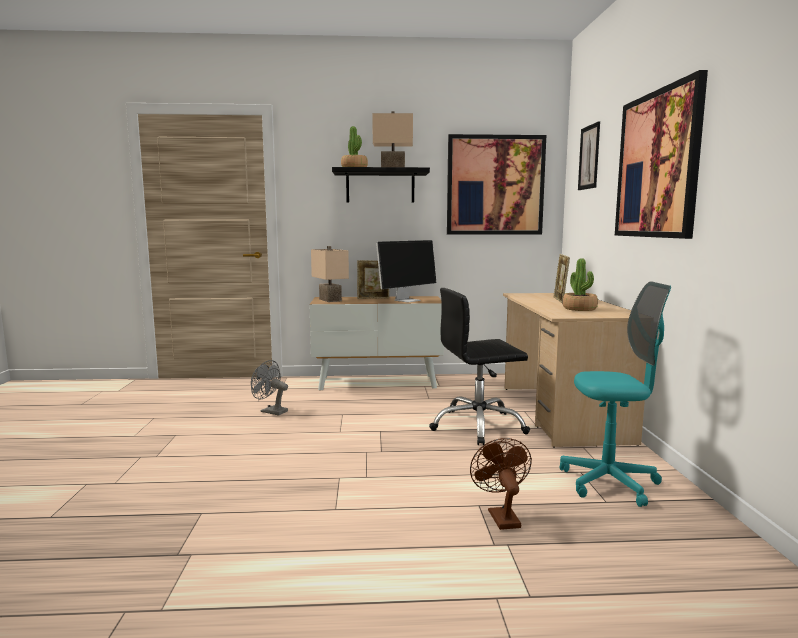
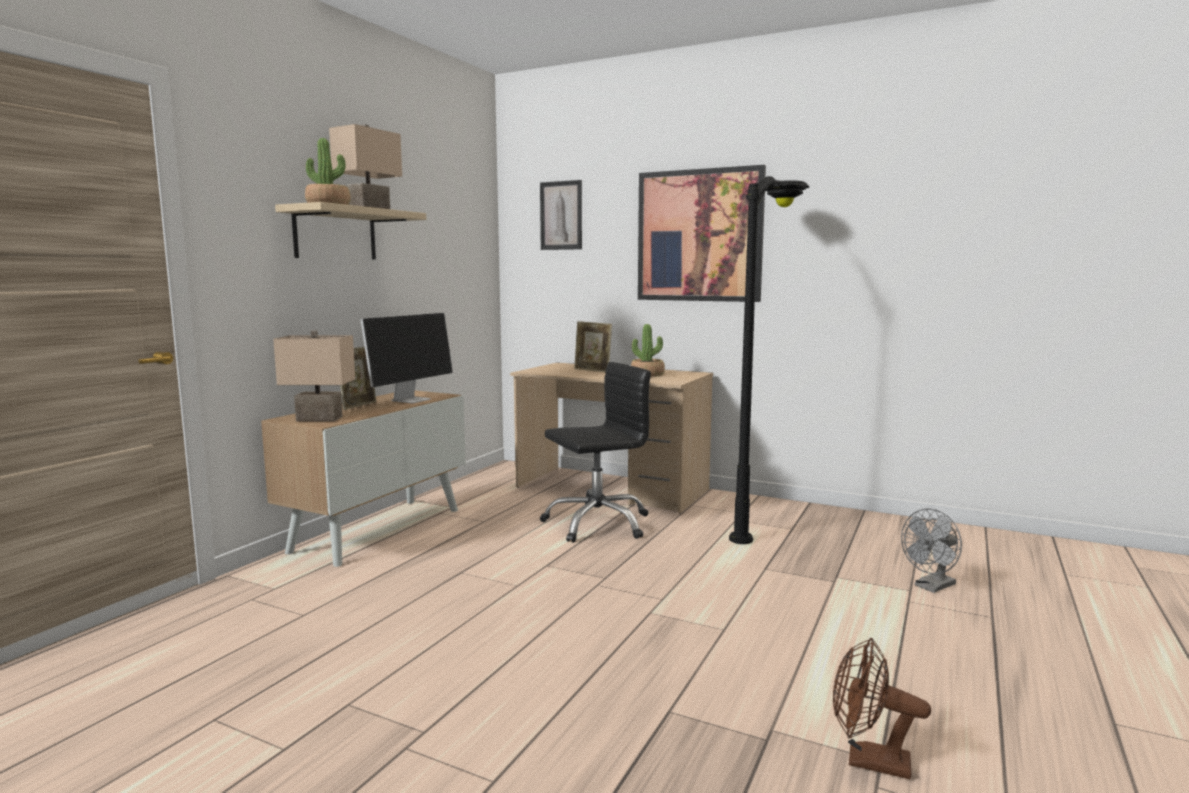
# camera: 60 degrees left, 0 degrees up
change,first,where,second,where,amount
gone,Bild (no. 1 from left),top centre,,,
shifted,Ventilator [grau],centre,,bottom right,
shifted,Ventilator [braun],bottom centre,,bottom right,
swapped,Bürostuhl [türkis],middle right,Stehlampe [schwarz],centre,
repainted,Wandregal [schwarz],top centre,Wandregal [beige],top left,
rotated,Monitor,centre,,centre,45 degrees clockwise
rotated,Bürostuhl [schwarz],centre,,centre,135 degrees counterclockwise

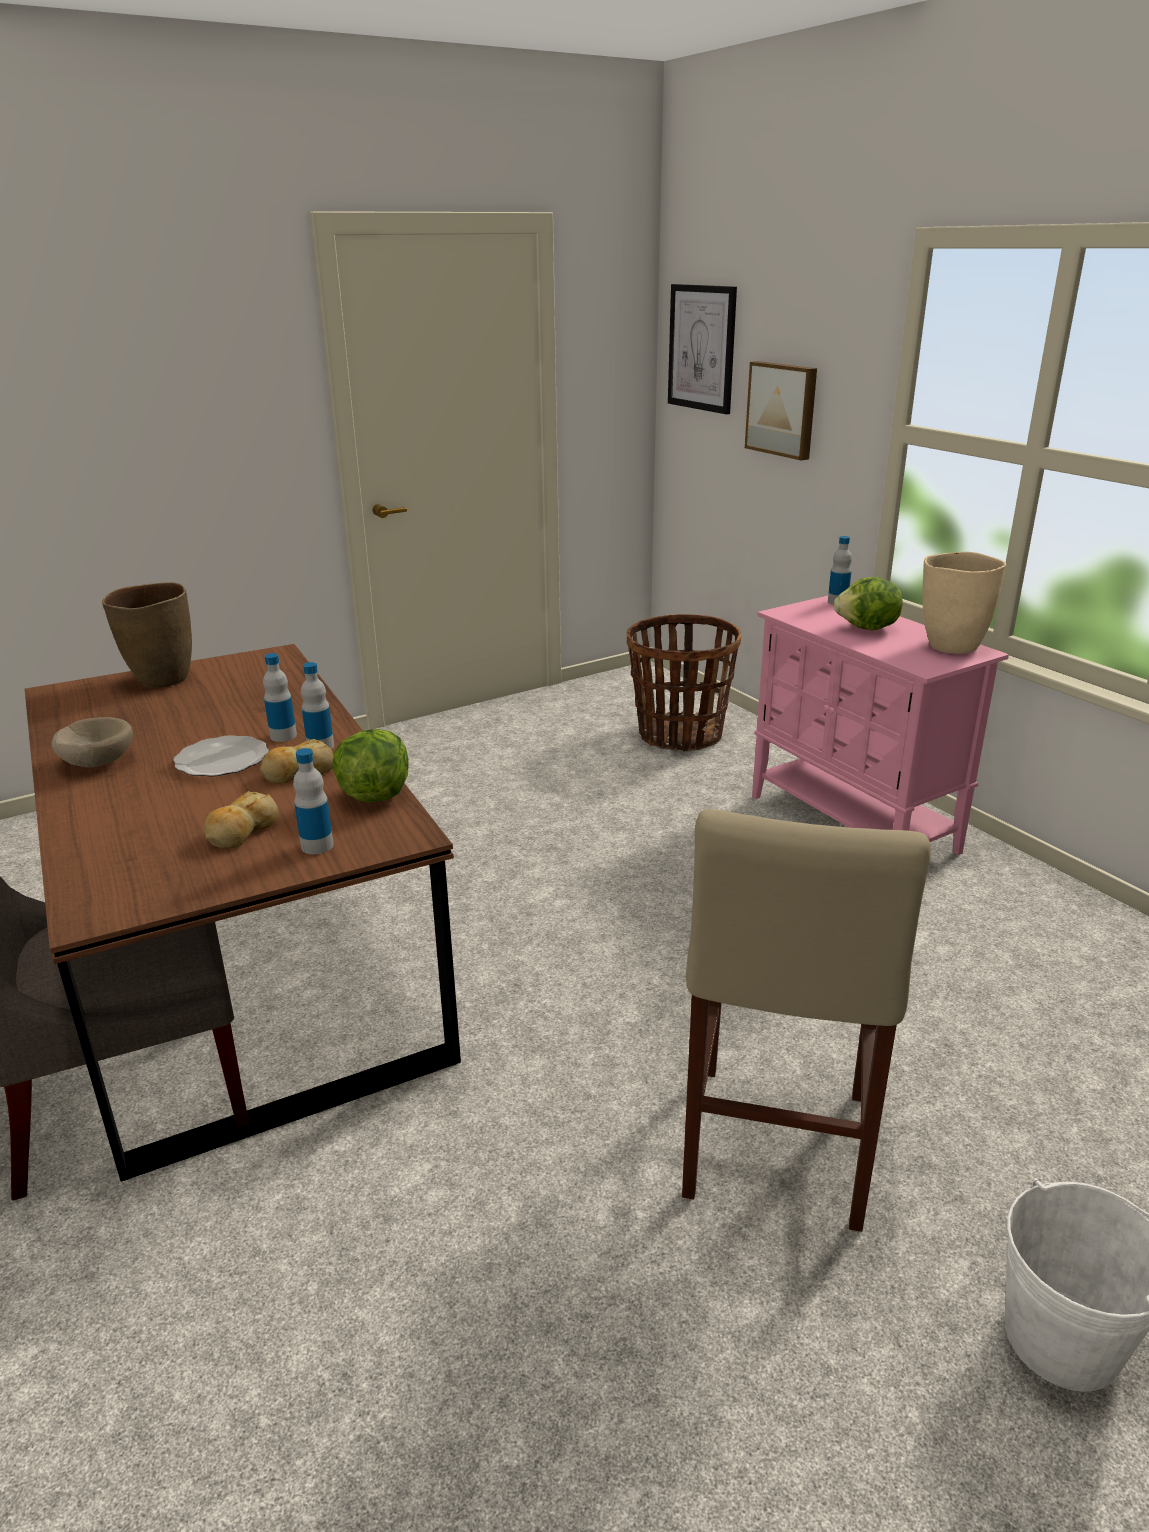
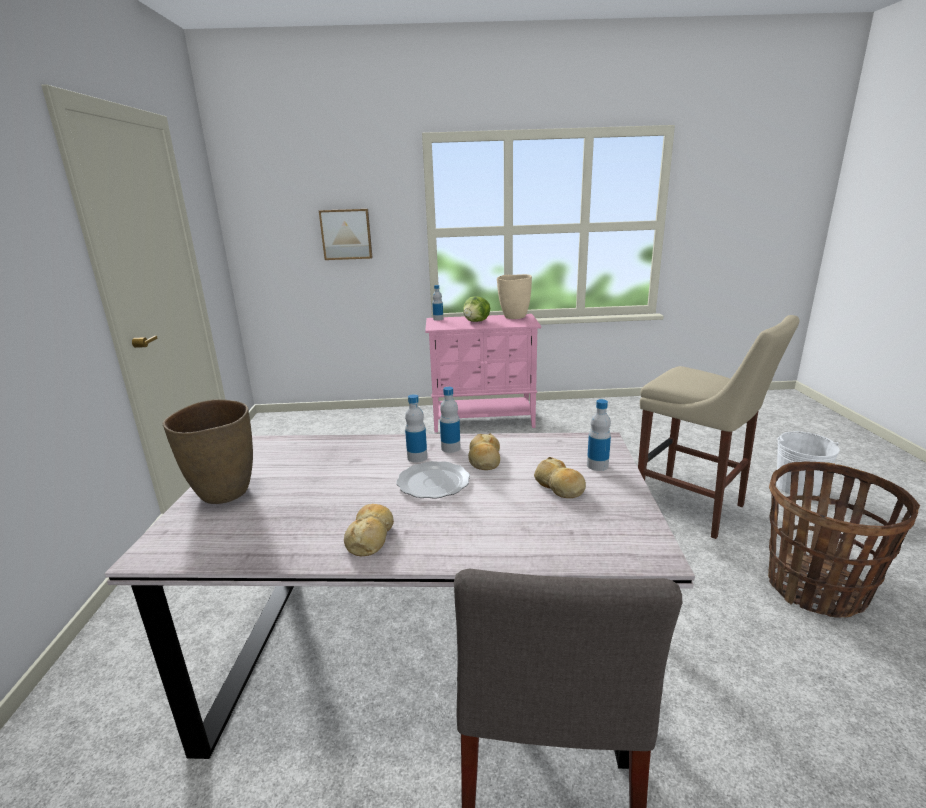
# camera: 60 degrees left, 5 degrees down
change,first,where,second,where,amount
gone,Salatkopf (no. 1 from left),middle left,,,
gone,Bild (no. 1 from left),top centre,,,
shifted,Korb,centre,,bottom right,
swapped,Schüssel [beige],middle left,Brot (no. 1 from left),centre,
repainted,Esstisch [braun],middle left,Esstisch [grau],bottom centre,

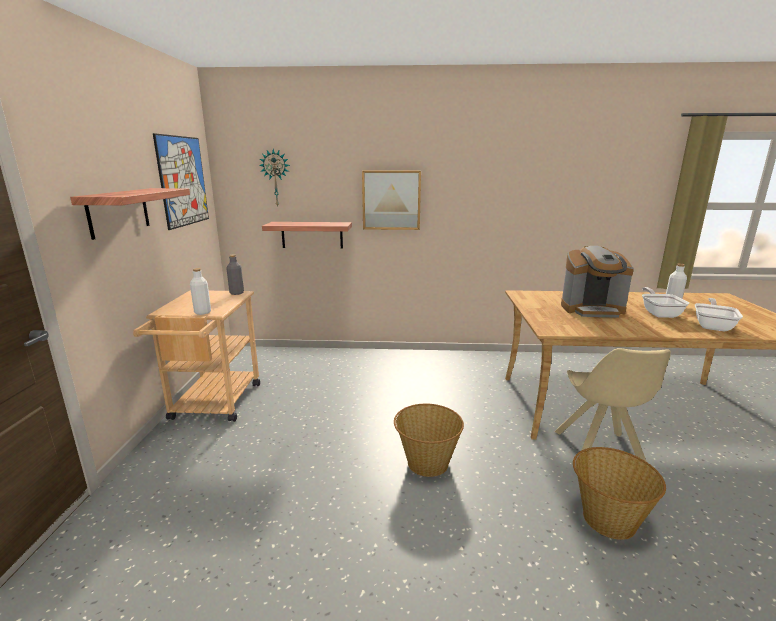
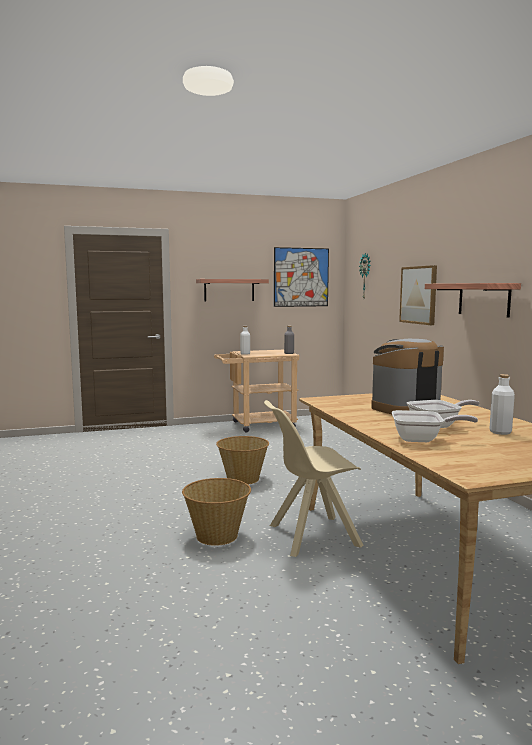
# camera: 70 degrees right, 10 degrees down
change,first,where,second,where,amount
shifted,Wandregal (no. 2 from left),centre,,middle right,
rotated,Kaffeemaschine,middle right,,middle right,75 degrees clockwise

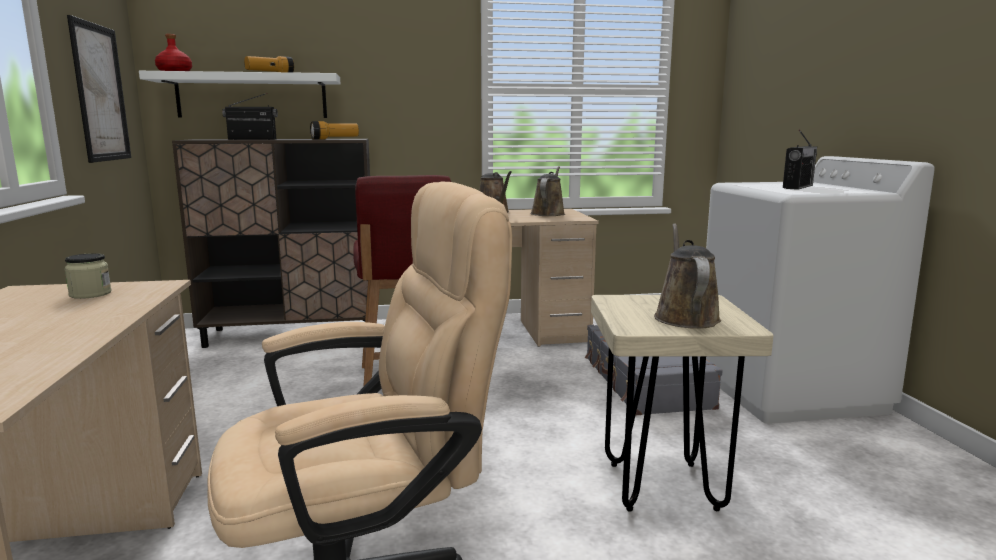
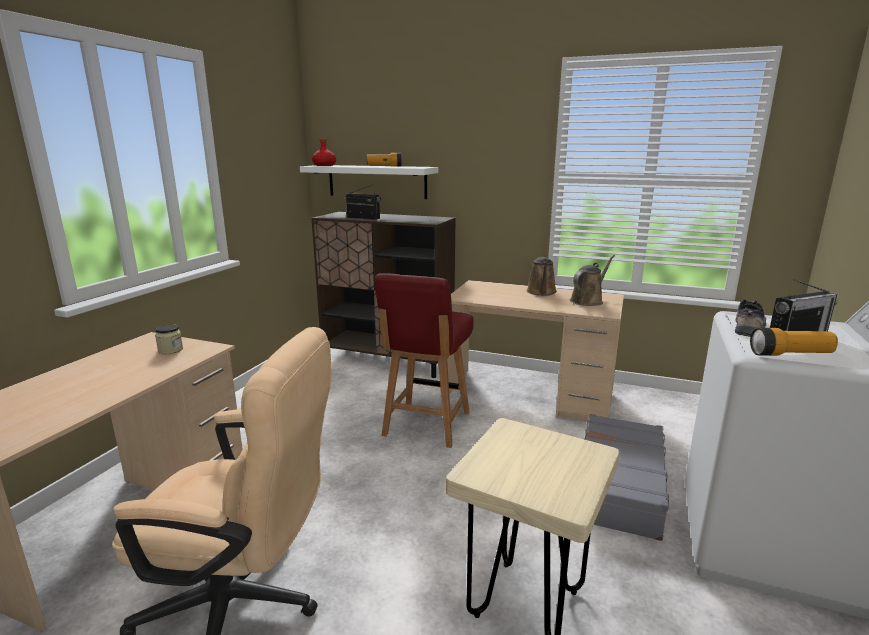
# camera: 30 degrees right, 5 degrees up
change,first,where,second,where,amount
gone,Bild,top left,,,
gone,Gießkanne [braun] (no. 3 from left),middle right,,,
new,,,Schuh,middle right,
shifted,Taschenlampe (no. 2 from left),top centre,,middle right,

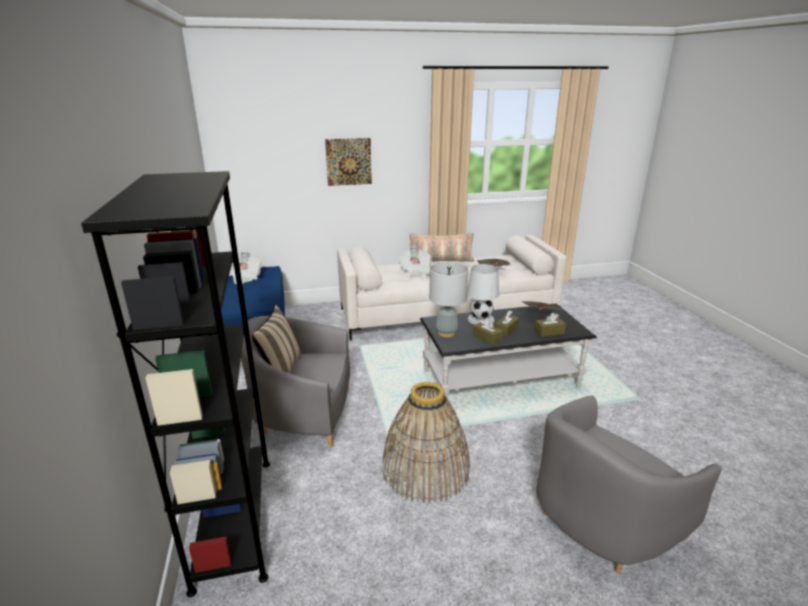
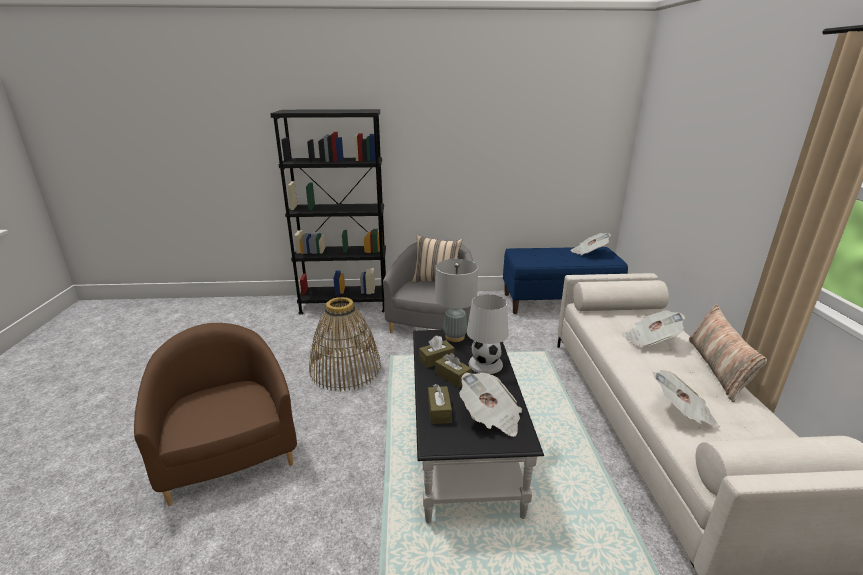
# camera: 100 degrees right, 0 degrees up
change,first,where,second,where,amount
gone,Bild,top centre,,,
repainted,Sessel [grau] (no. 2 from left),bottom right,Sessel [braun],bottom left,

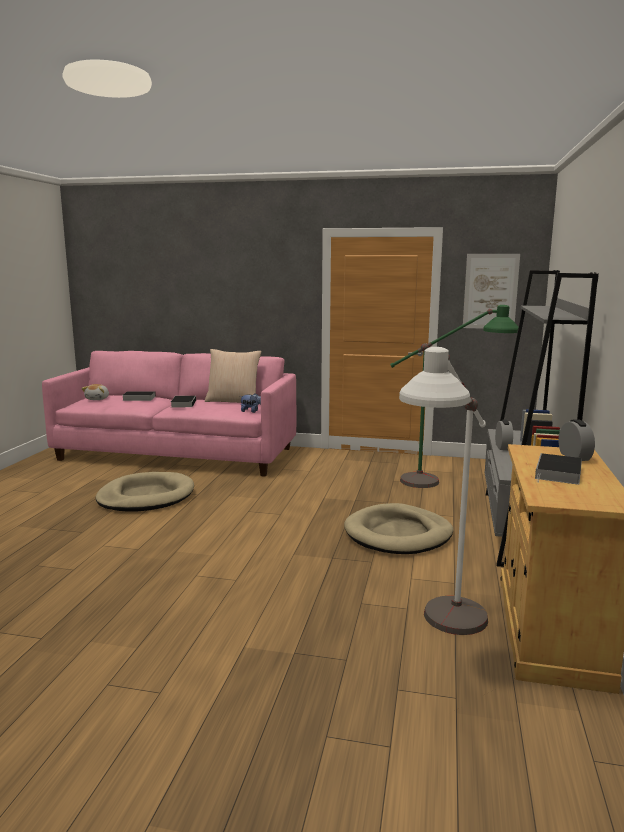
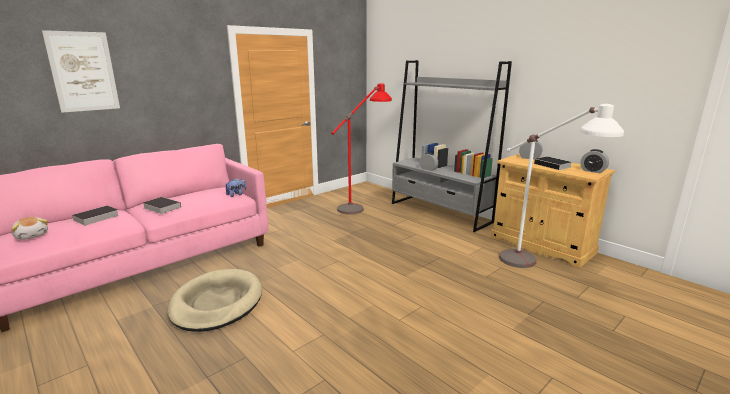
# camera: 55 degrees left, 5 degrees up
change,first,where,second,where,amount
gone,Kissen [beige],centre,,,
gone,Hundebett [beige] (no. 2 from left),centre,,,
new,,,Wecker (no. 3 from left),middle right,
shifted,Bild,middle right,,top left,
repainted,Stehlampe [grün],middle right,Stehlampe [rot],centre,

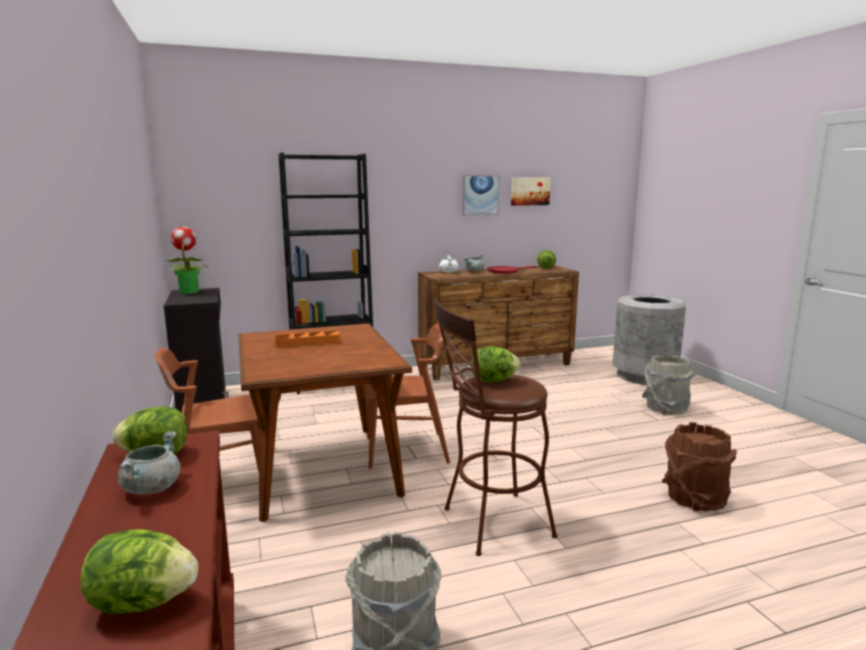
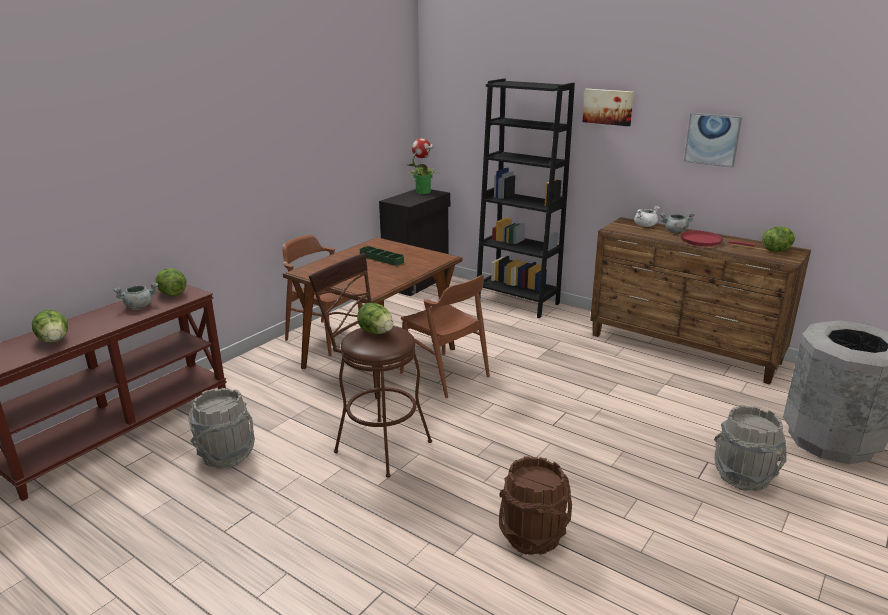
# camera: 55 degrees right, 10 degrees up
change,first,where,second,where,amount
shifted,Bild (no. 2 from left in the first image),top centre,Bild (no. 1 from left),top right,
repainted,Tablett [orange],centre,Tablett [grün],centre,

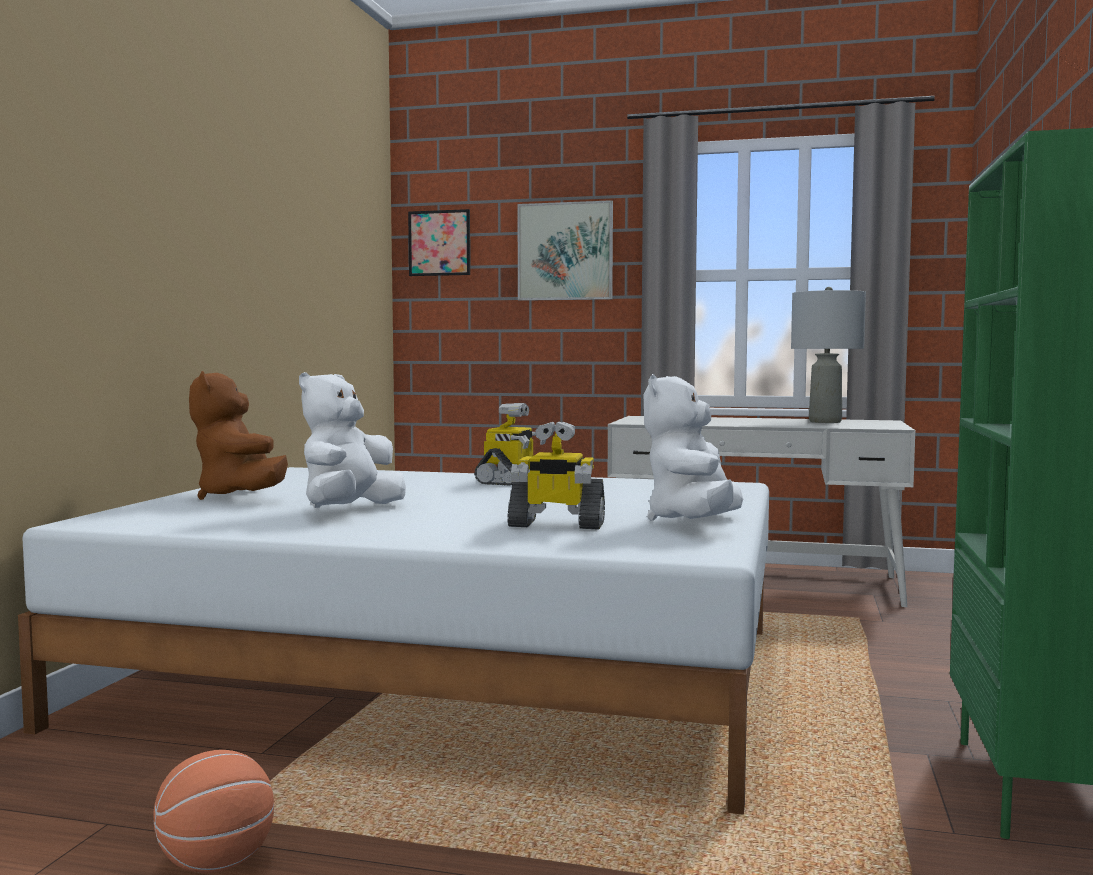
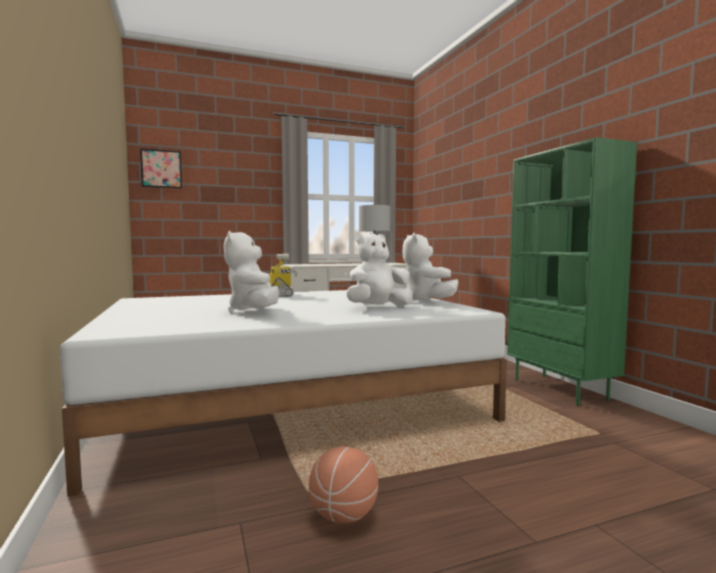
# camera: 35 degrees left, 0 degrees up
change,first,where,second,where,amount
gone,Plüschtier [braun],middle left,,,
gone,Bild (no. 2 from left),top centre,,,
swapped,Spielzeugroboter (no. 2 from left),centre,Plüschtier [weiß] (no. 2 from left),centre,

